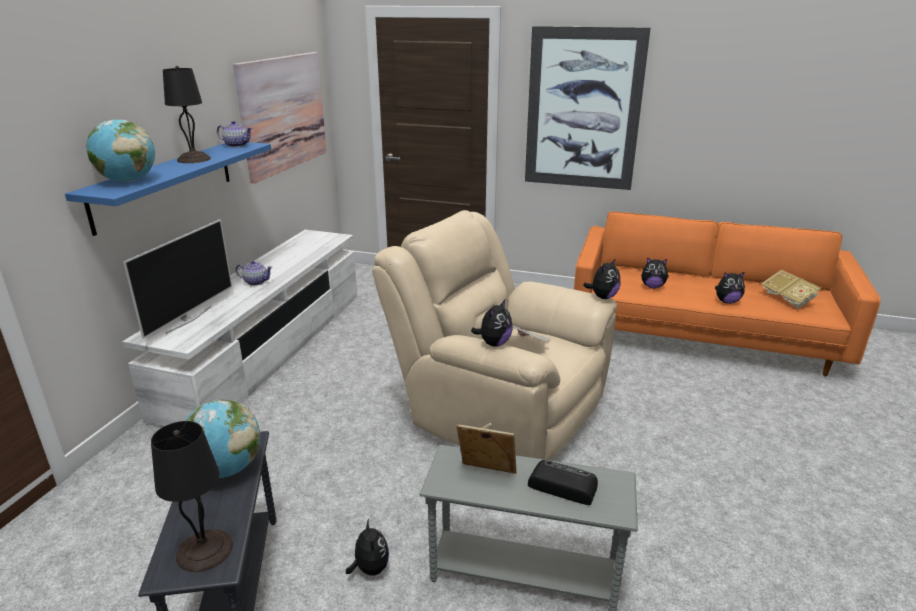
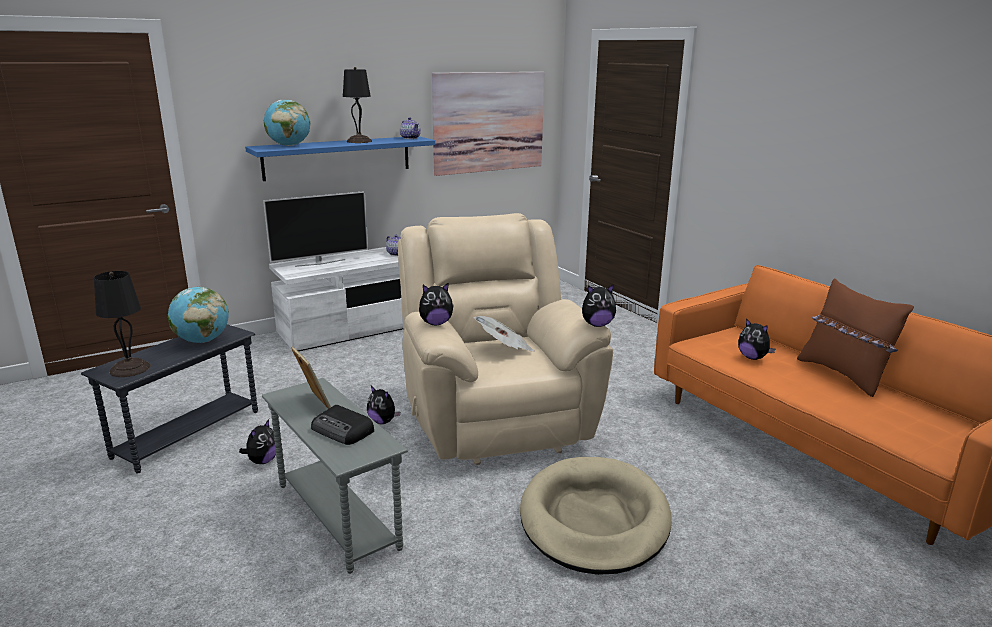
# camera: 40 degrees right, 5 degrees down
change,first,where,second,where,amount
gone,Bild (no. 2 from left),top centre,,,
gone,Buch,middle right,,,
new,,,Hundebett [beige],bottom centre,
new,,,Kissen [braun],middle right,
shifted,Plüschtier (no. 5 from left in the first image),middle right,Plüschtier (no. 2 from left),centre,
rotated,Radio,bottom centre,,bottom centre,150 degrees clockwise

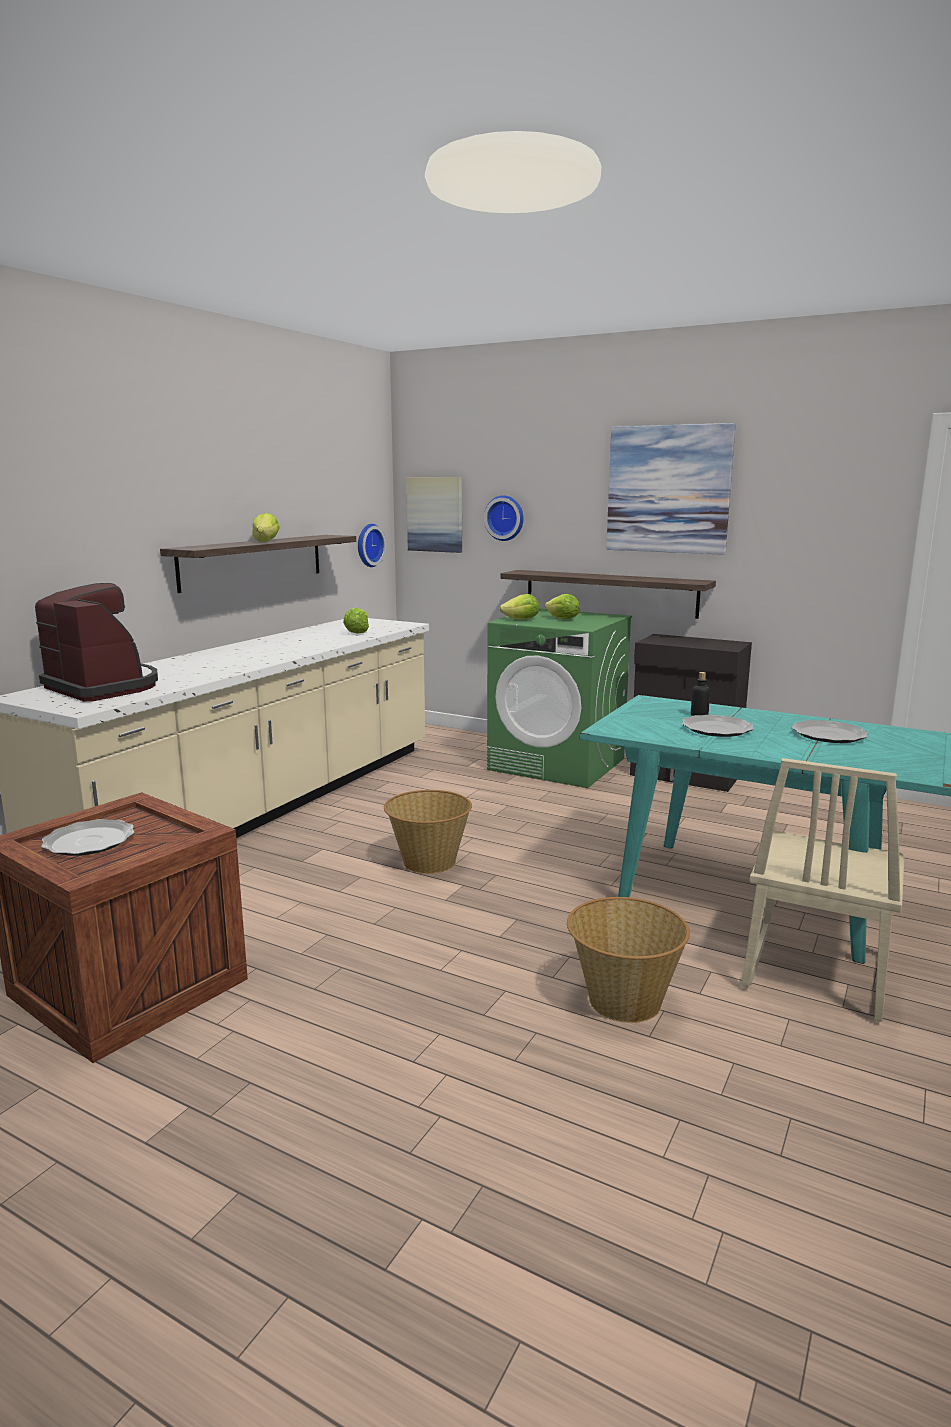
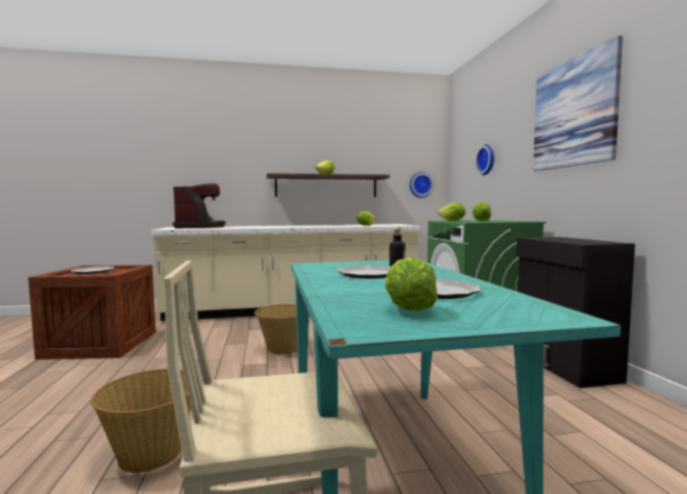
# camera: 50 degrees right, 10 degrees down
change,first,where,second,where,amount
gone,Bild (no. 1 from left),centre,,,
gone,Wandregal (no. 2 from left),centre,,,
new,,,Salatkopf (no. 3 from left),centre,

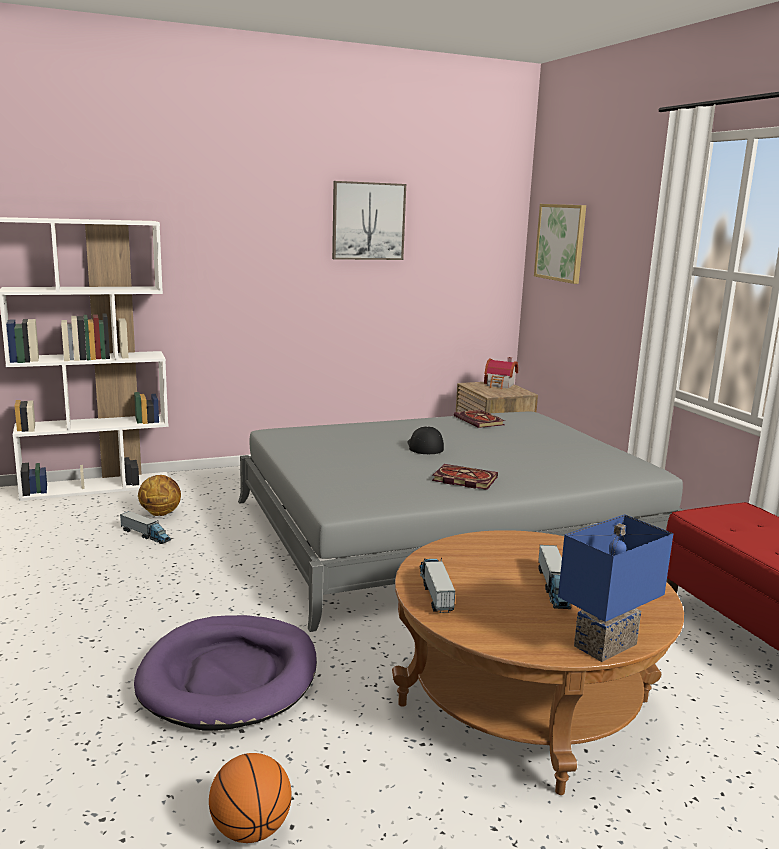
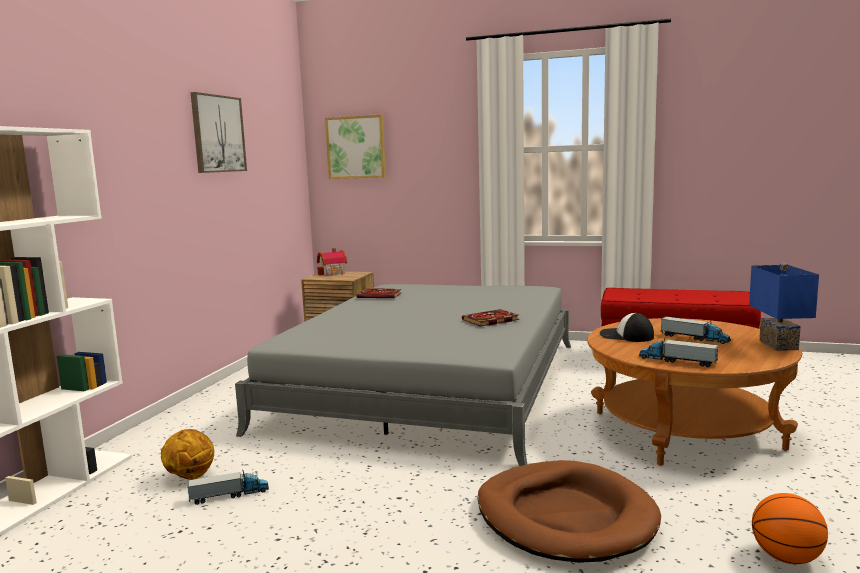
# camera: 50 degrees left, 5 degrees down
change,first,where,second,where,amount
shifted,Kappe,centre,,middle right,
repainted,Hundebett [lila],bottom left,Hundebett [braun],bottom centre,

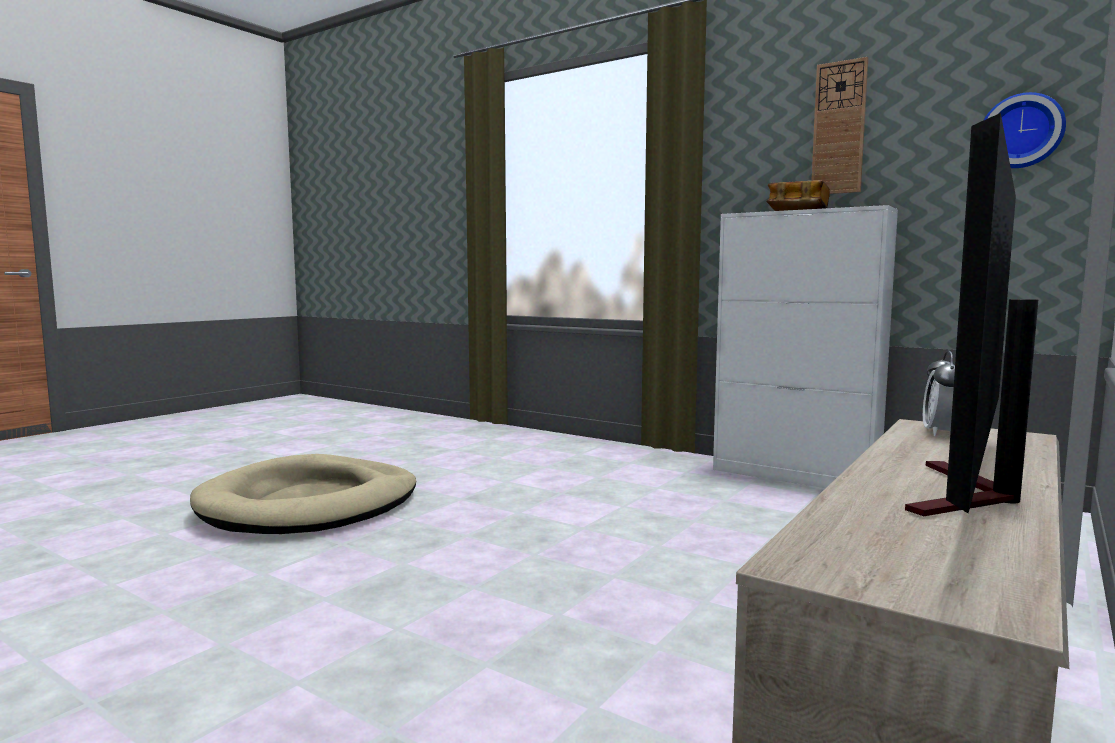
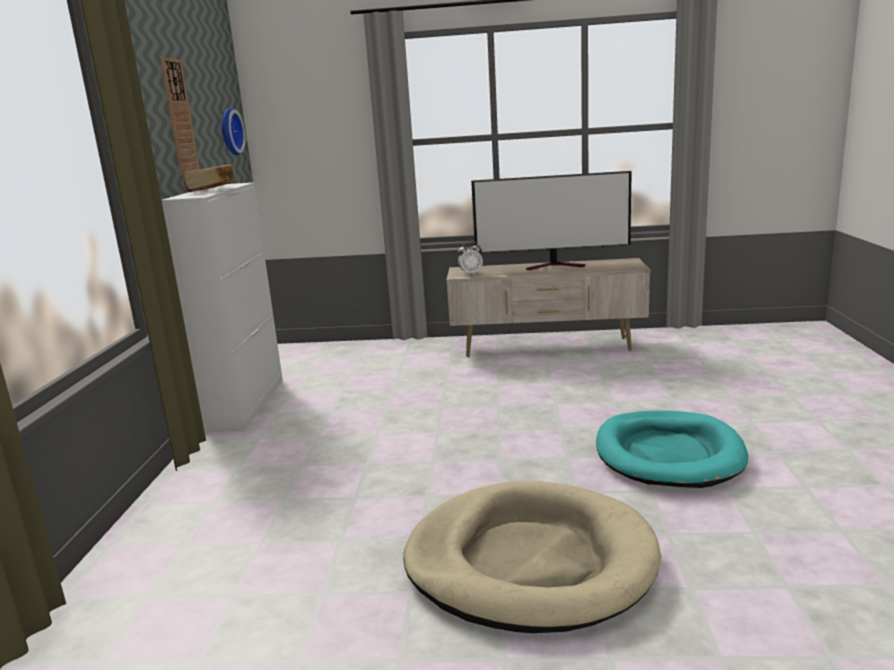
# camera: 120 degrees left, 10 degrees up
change,first,where,second,where,amount
new,,,Hundebett [türkis],bottom right,

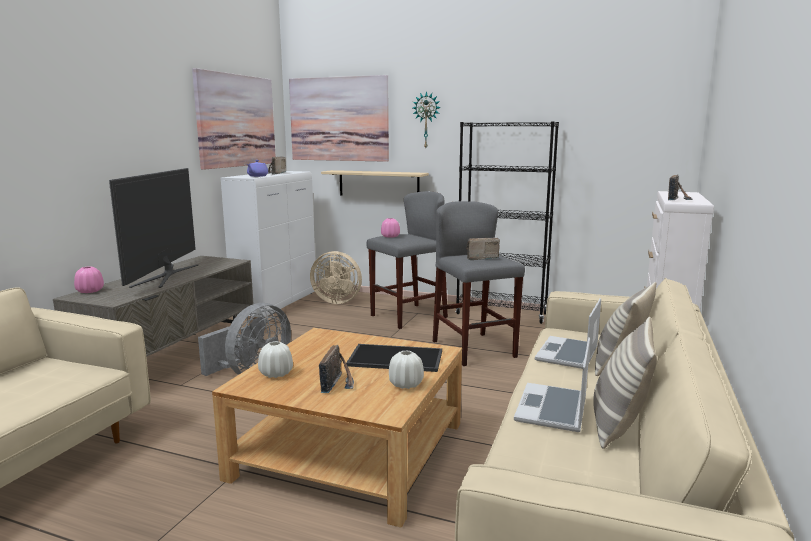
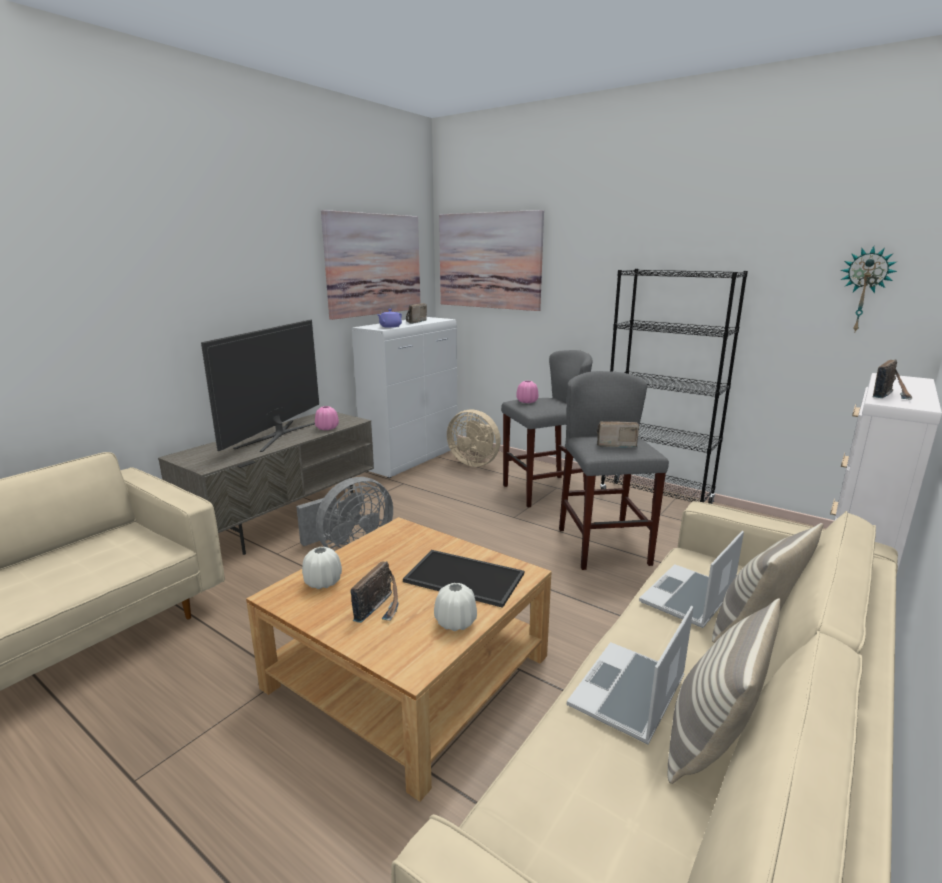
# camera: 15 degrees right, 5 degrees up
change,first,where,second,where,amount
gone,Wandregal [beige],centre,,,
shifted,Vase [rosa] (no. 1 from left),middle left,,centre,
shifted,Wanduhr,top centre,,top right,

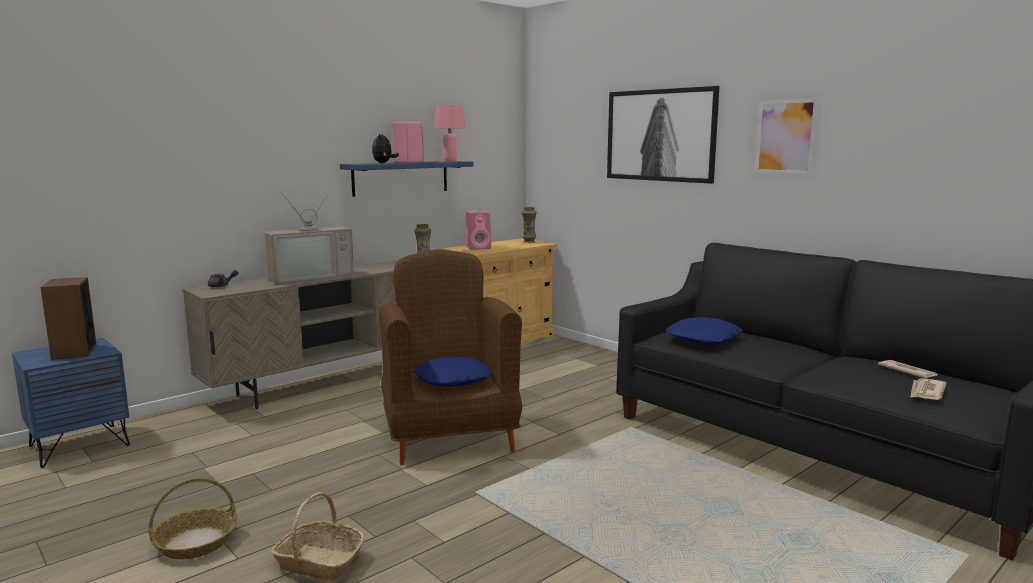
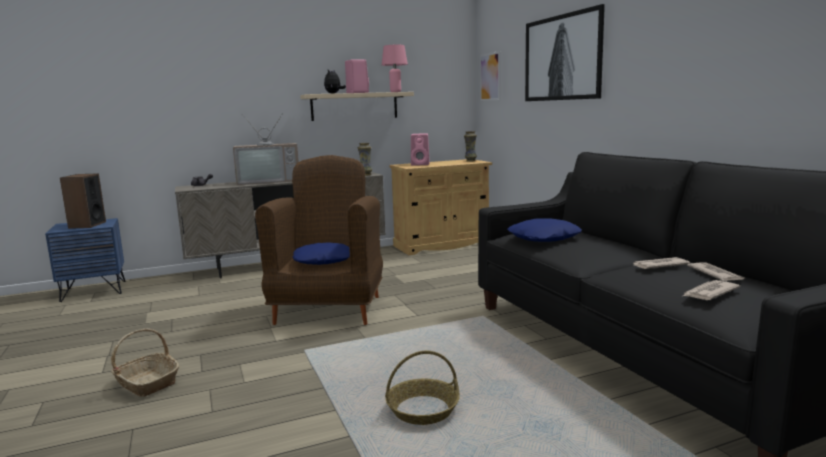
# camera: 20 degrees right, 0 degrees up
change,first,where,second,where,amount
new,,,Zeitung (no. 1 from left),middle right,
shifted,Korb (no. 1 from left in the first image),bottom left,Korb (no. 2 from left),bottom centre,
shifted,Bild (no. 2 from left in the first image),top right,Bild (no. 1 from left),top centre,
repainted,Wandregal [blau],top centre,Wandregal [beige],top centre,

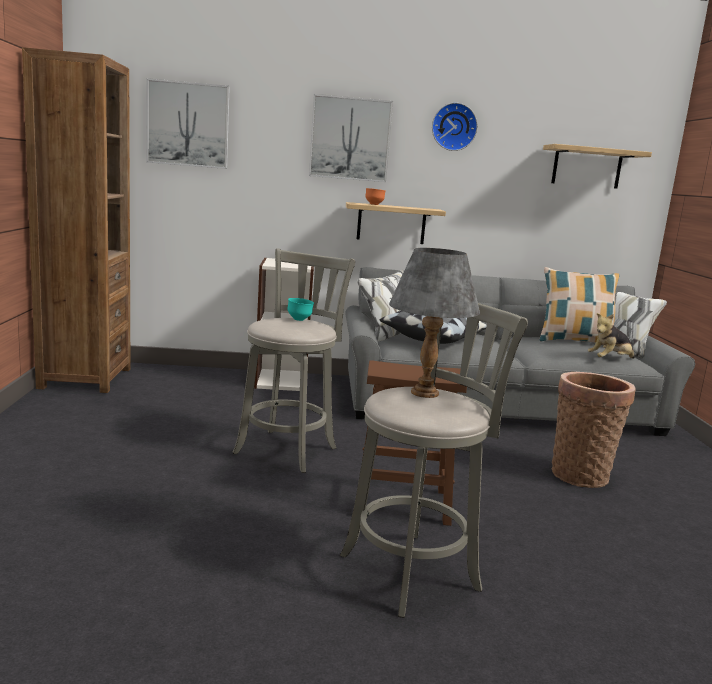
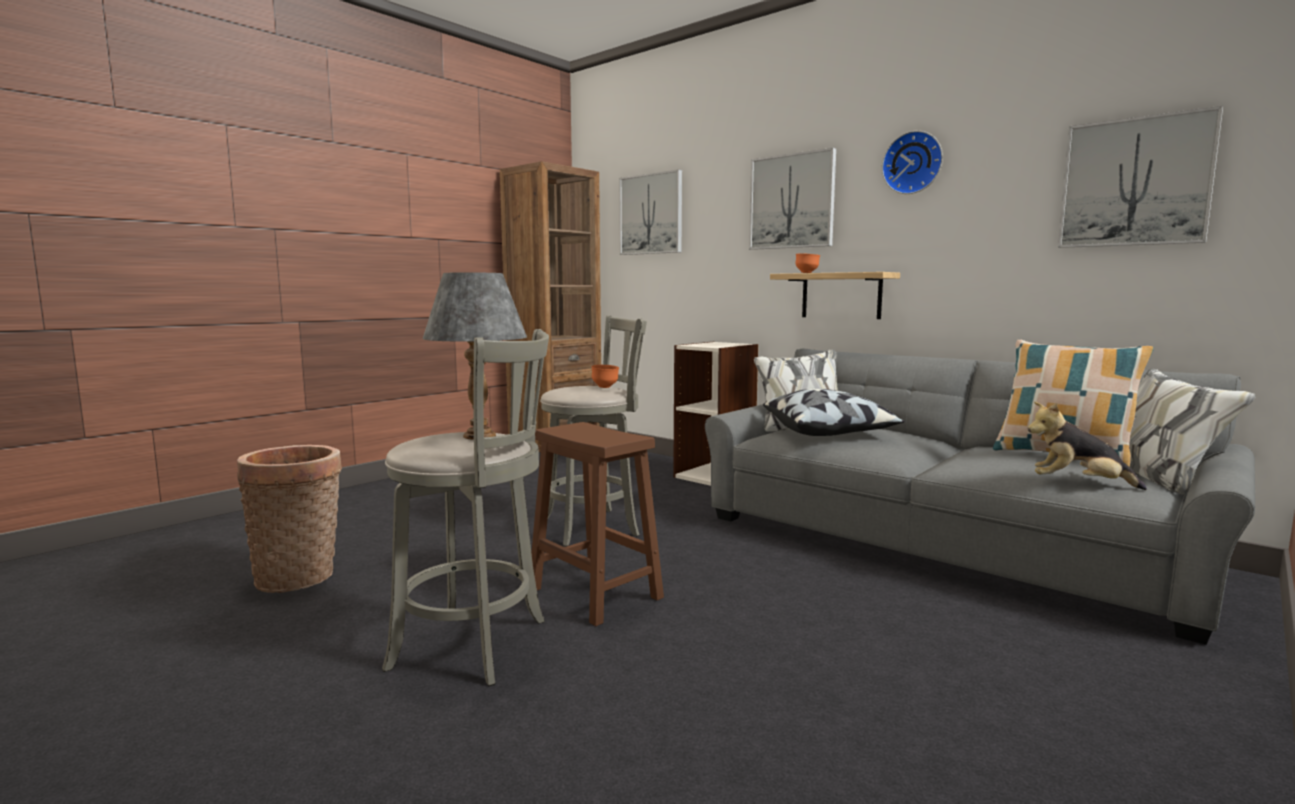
# camera: 45 degrees right, 5 degrees down
change,first,where,second,where,amount
shifted,Korb,middle right,,middle left,
swapped,Wandregal (no. 2 from left),top right,Bild (no. 3 from left),top right,
repainted,Schüssel [türkis],centre,Schüssel [orange] (no. 1 from left),centre,

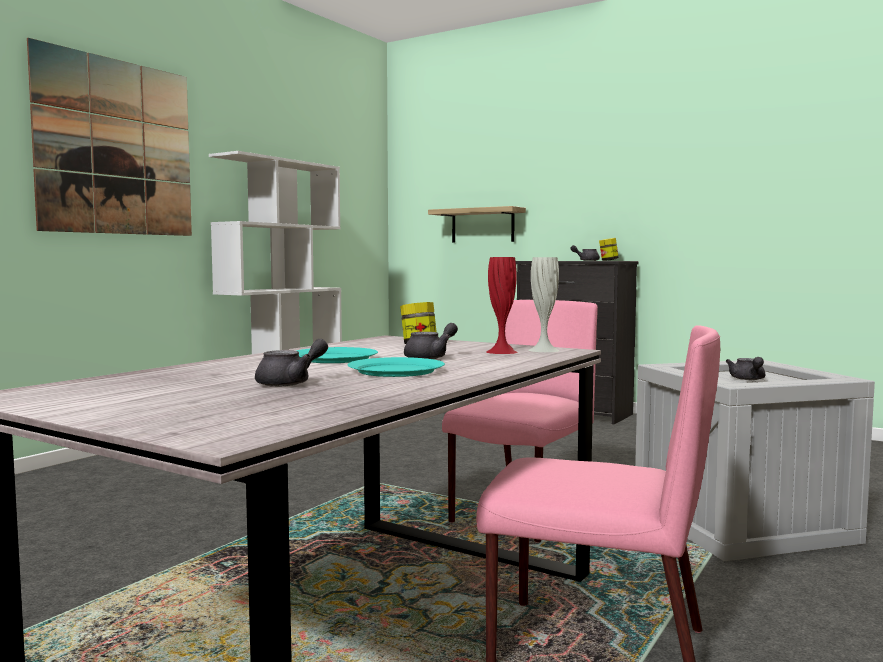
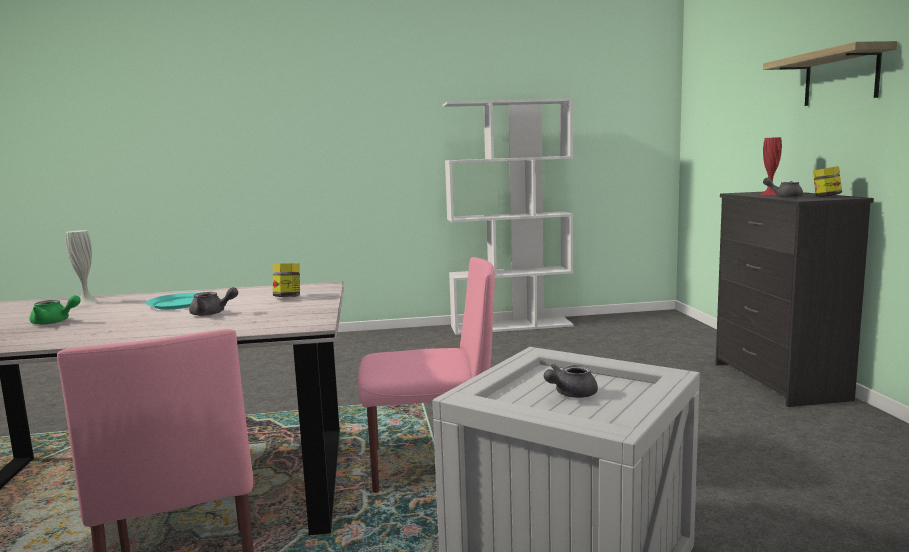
# camera: 50 degrees right, 5 degrees up
change,first,where,second,where,amount
gone,Bild,top left,,,
gone,Teller [türkis] (no. 2 from left),centre,,,
shifted,Wandregal,centre,,top right,
shifted,Vase [rot],centre,,top right,
shifted,Vase [weiß],centre,,middle left,
repainted,Teekanne [grau] (no. 1 from left),middle left,Teekanne [grün],middle left,

